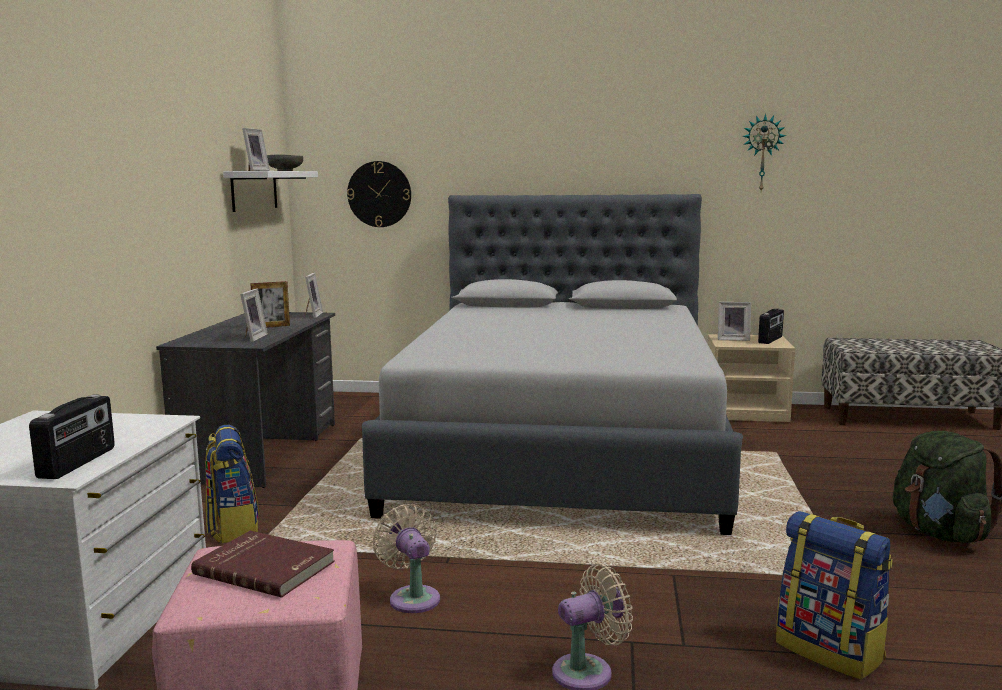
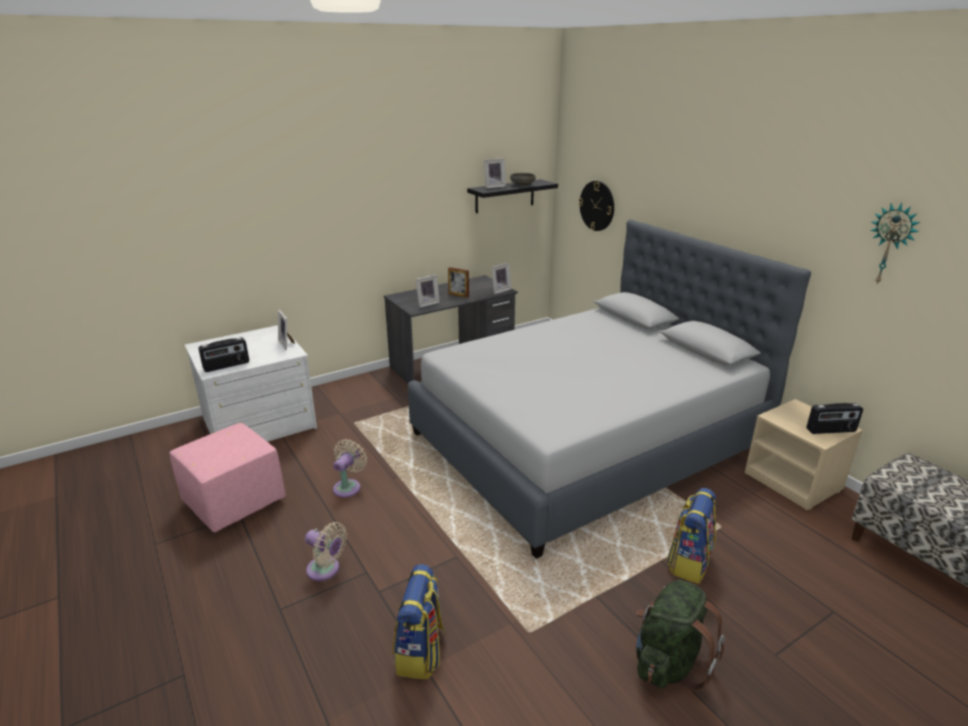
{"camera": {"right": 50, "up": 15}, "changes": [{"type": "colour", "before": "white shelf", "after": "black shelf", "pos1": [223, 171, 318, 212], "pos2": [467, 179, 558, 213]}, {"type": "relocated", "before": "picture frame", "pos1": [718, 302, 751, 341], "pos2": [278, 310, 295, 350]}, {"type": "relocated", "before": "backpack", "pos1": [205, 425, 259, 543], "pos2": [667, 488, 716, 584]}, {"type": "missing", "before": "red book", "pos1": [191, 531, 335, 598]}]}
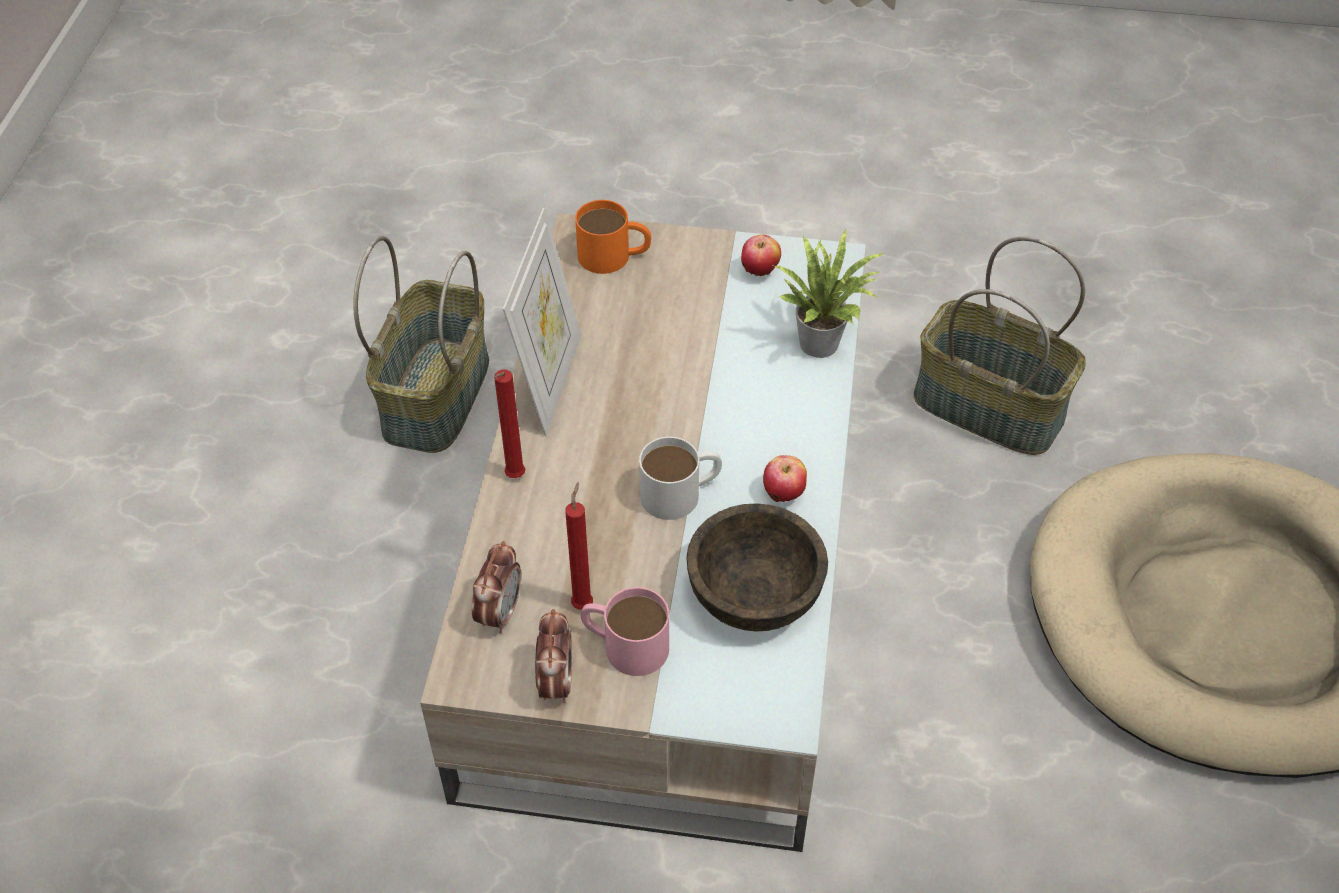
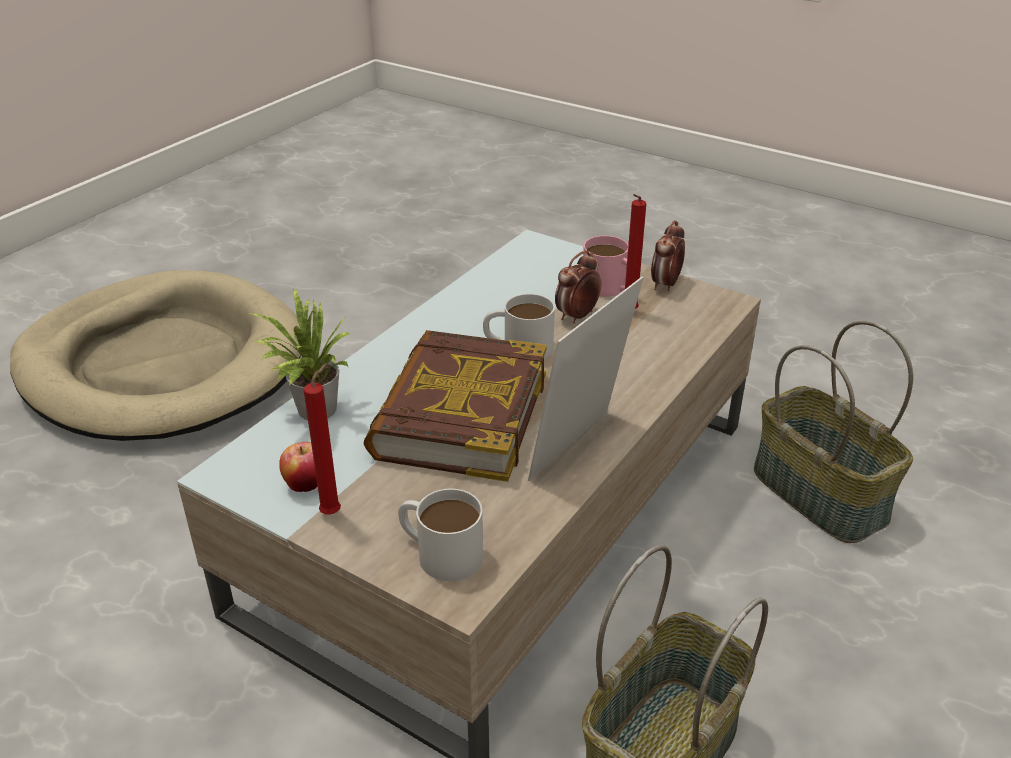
{"camera": {"right": -155, "up": -15}, "changes": [{"type": "colour", "before": "orange mug", "after": "white mug", "pos1": [575, 200, 651, 274], "pos2": [398, 489, 483, 581]}, {"type": "relocated", "before": "basket", "pos1": [914, 236, 1086, 455], "pos2": [754, 320, 913, 543]}, {"type": "relocated", "before": "red candle", "pos1": [494, 369, 525, 478], "pos2": [304, 363, 341, 514]}, {"type": "missing", "before": "apple", "pos1": [763, 455, 807, 502]}, {"type": "missing", "before": "brown bowl", "pos1": [686, 503, 828, 631]}, {"type": "relocated", "before": "alarm clock", "pos1": [472, 541, 521, 633], "pos2": [555, 250, 601, 323]}, {"type": "appeared", "after": "book", "pos2": [363, 330, 547, 482]}]}
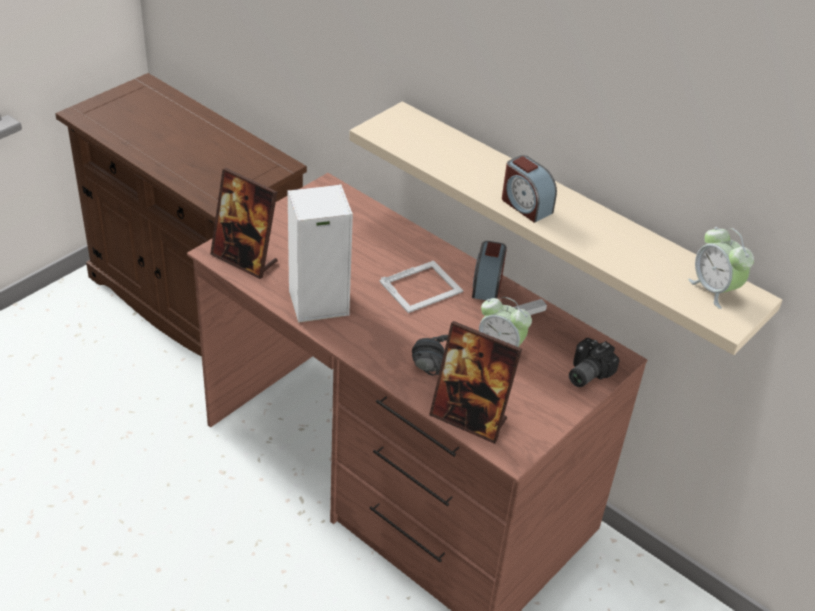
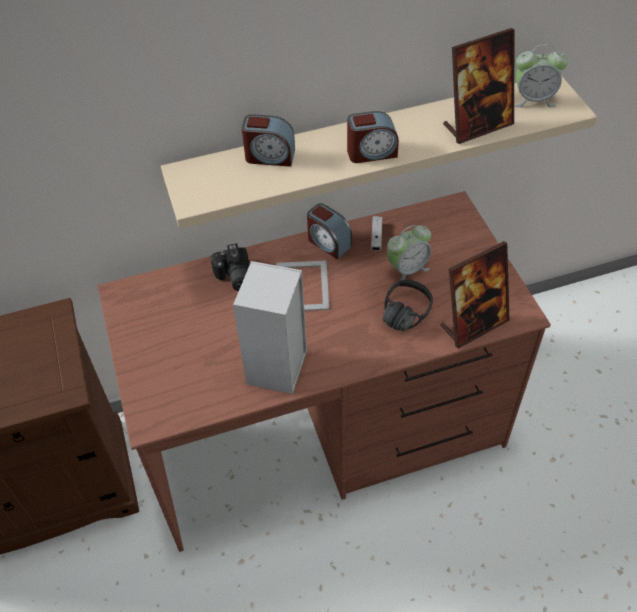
{"camera": {"right": -55, "up": 10}, "changes": [{"type": "relocated", "before": "picture frame", "pos1": [210, 168, 278, 279], "pos2": [443, 28, 514, 144]}, {"type": "relocated", "before": "photo camera", "pos1": [569, 338, 620, 387], "pos2": [211, 243, 249, 291]}, {"type": "appeared", "after": "alarm clock", "pos2": [242, 114, 295, 167]}]}
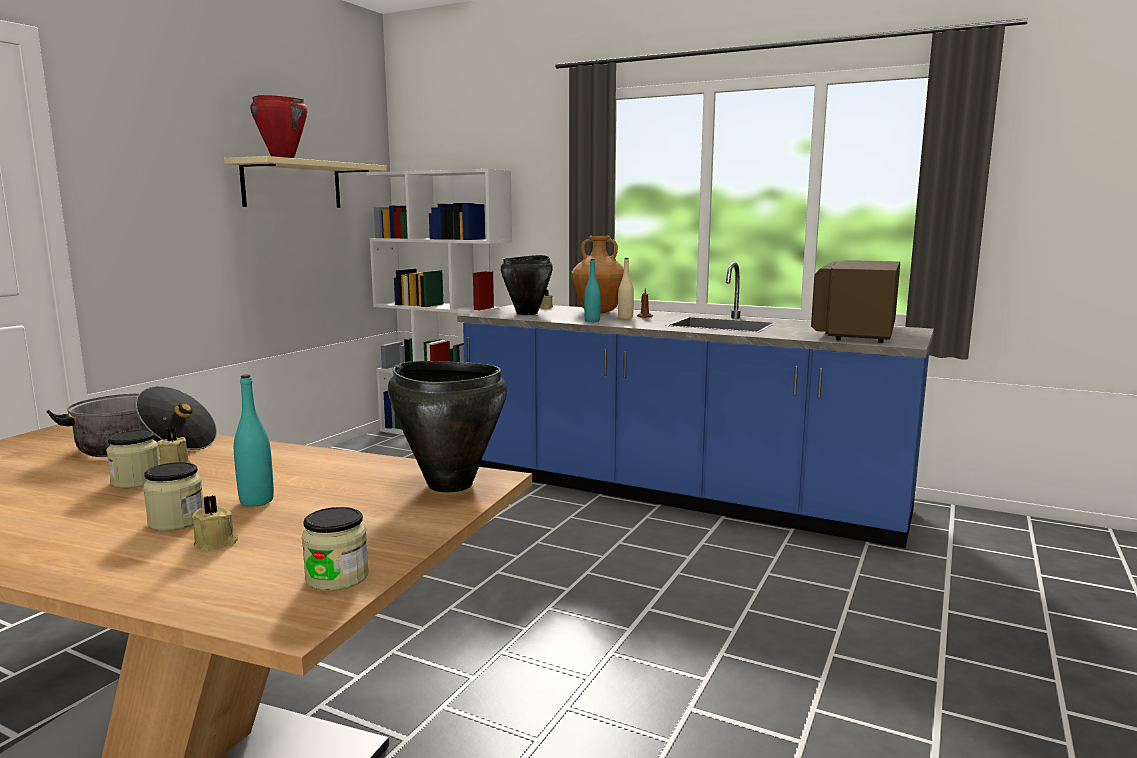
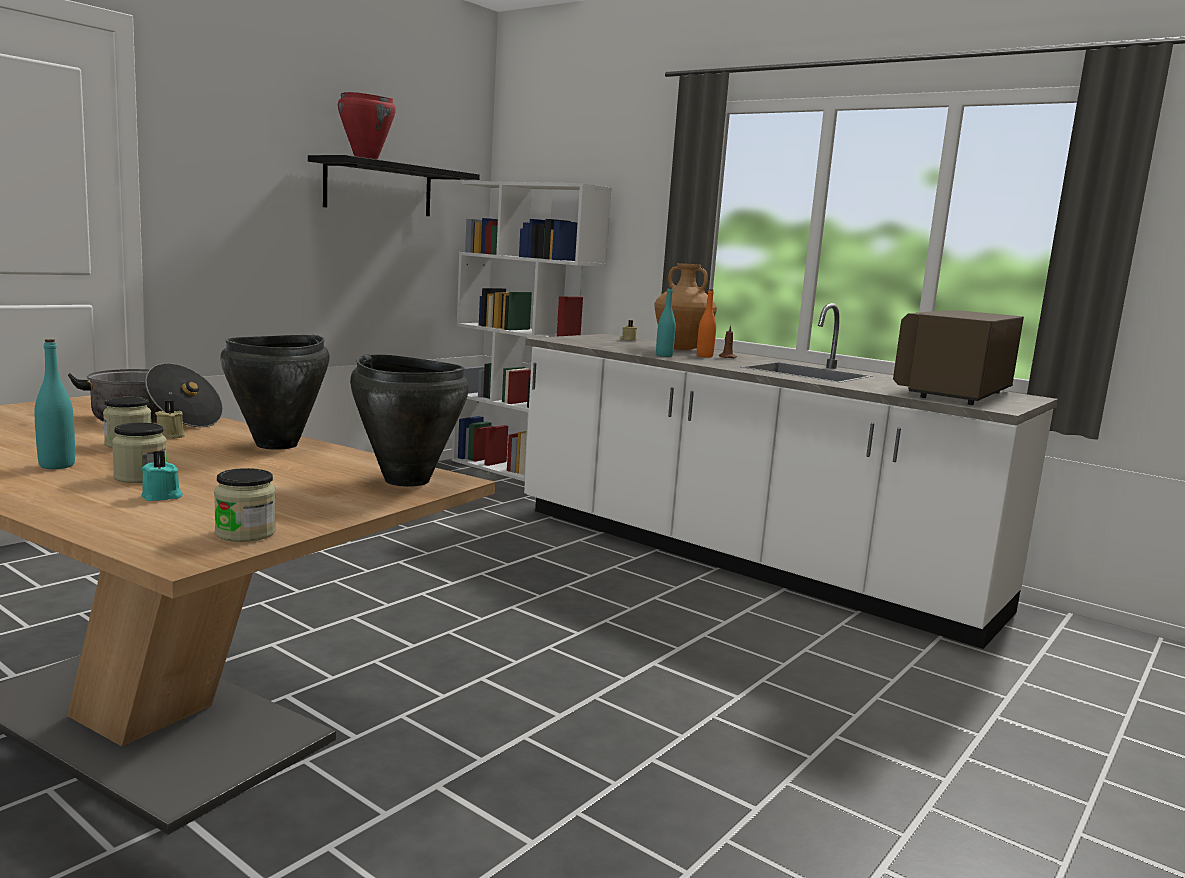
{"camera": {"right": 10, "up": 0}, "changes": [{"type": "colour", "before": "beige shelf", "after": "black shelf", "pos1": [224, 156, 387, 208], "pos2": [308, 155, 480, 216]}, {"type": "relocated", "before": "black cooking pot", "pos1": [501, 255, 553, 315], "pos2": [220, 335, 329, 450]}, {"type": "colour", "before": "beige bottle", "after": "orange bottle", "pos1": [618, 258, 634, 319], "pos2": [697, 289, 716, 358]}, {"type": "colour", "before": "blue counter", "after": "white counter", "pos1": [457, 262, 934, 549], "pos2": [524, 303, 1058, 649]}, {"type": "relocated", "before": "turquoise bottle", "pos1": [234, 374, 274, 507], "pos2": [34, 339, 75, 469]}, {"type": "colour", "before": "beige candle", "after": "turquoise candle", "pos1": [192, 495, 238, 552], "pos2": [141, 451, 183, 501]}]}
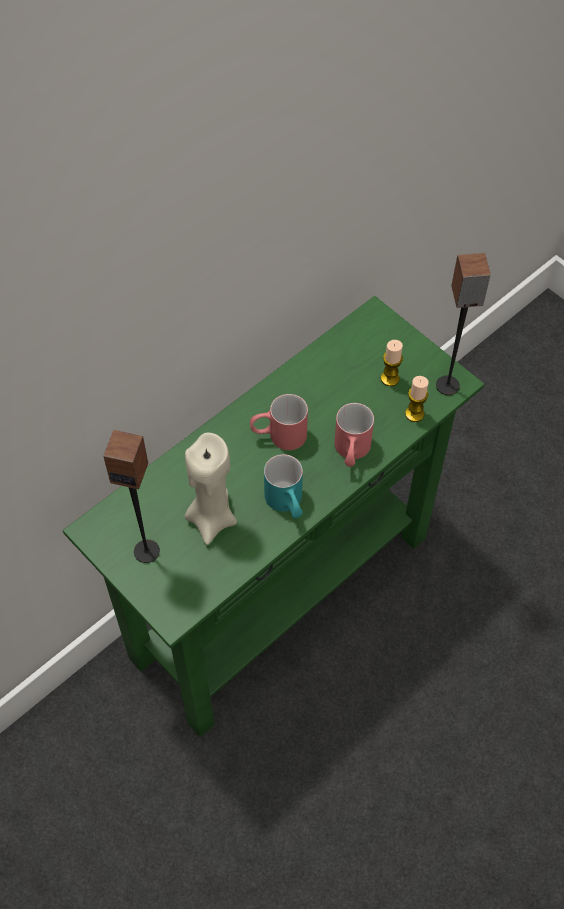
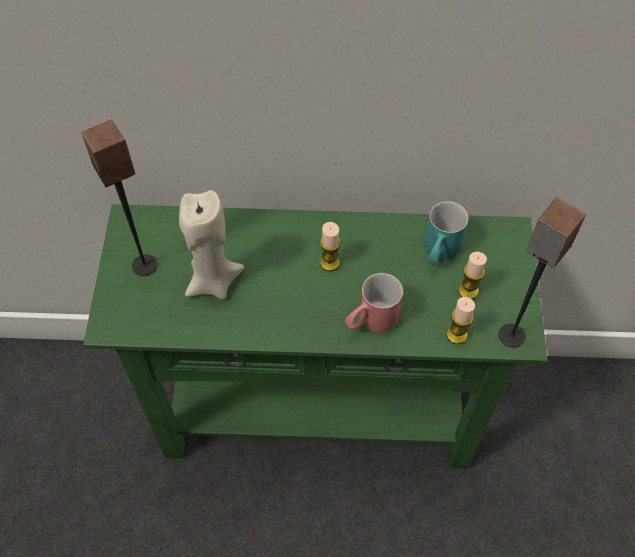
{"camera": {"right": 45, "up": 0}, "changes": [{"type": "exchanged", "before": "red mug", "after": "candle", "pos1": [250, 394, 308, 450], "pos2": [320, 222, 341, 271]}, {"type": "relocated", "before": "turquoise mug", "pos1": [264, 454, 303, 519], "pos2": [424, 201, 469, 265]}]}
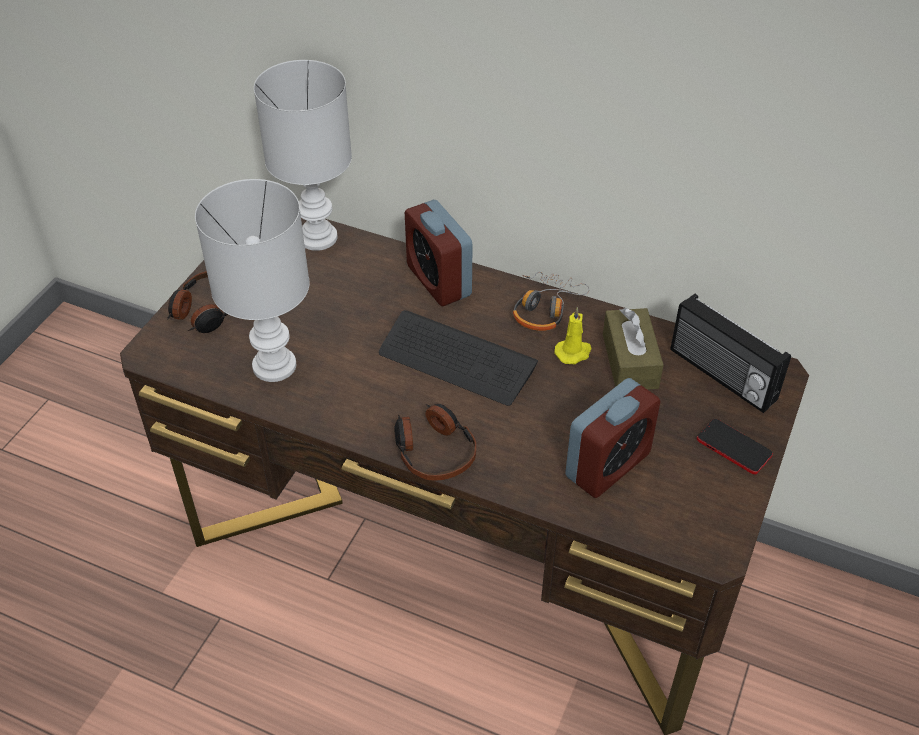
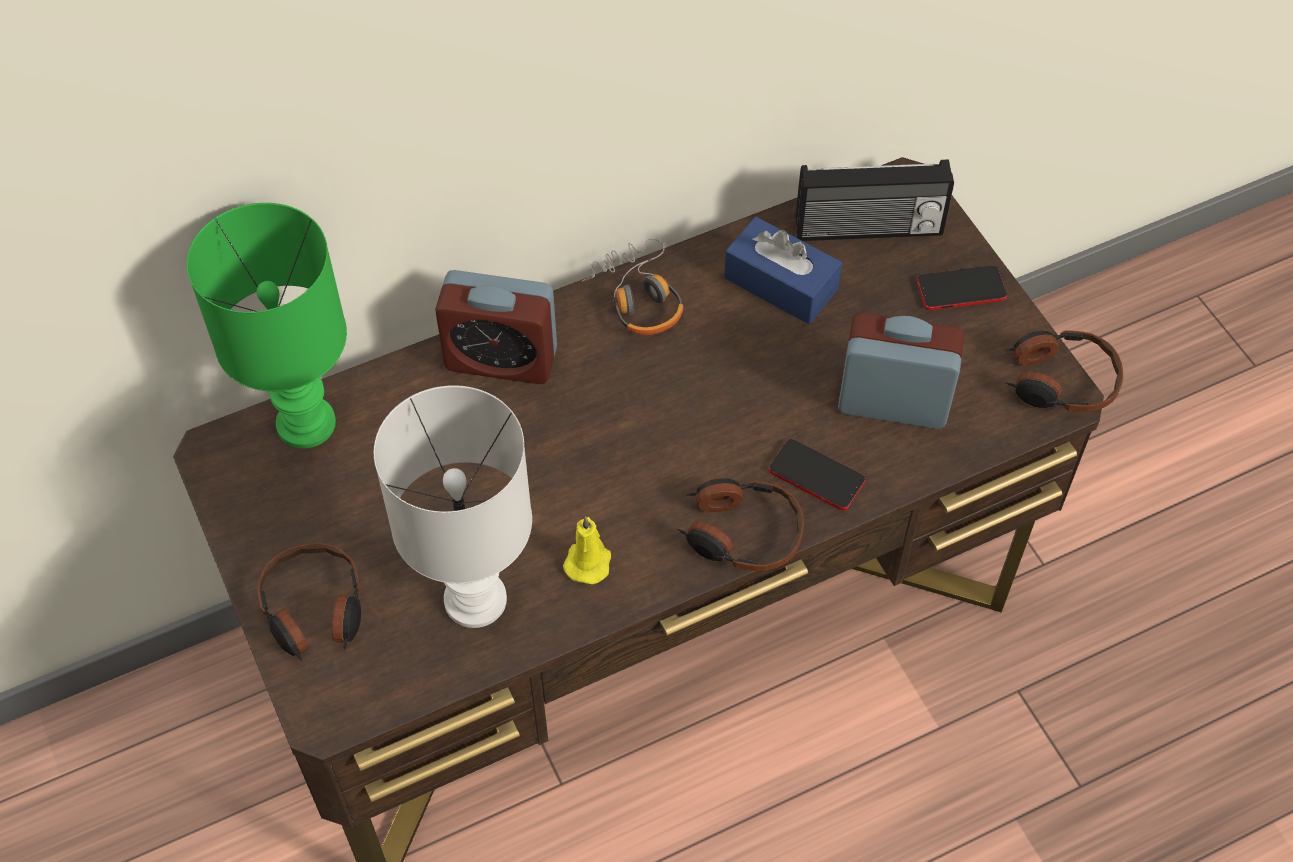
{"camera": {"right": -50, "up": 10}, "changes": [{"type": "colour", "before": "white table lamp", "after": "green table lamp", "pos1": [254, 60, 352, 251], "pos2": [186, 203, 347, 449]}, {"type": "relocated", "before": "yellow candle", "pos1": [554, 307, 592, 364], "pos2": [563, 516, 611, 584]}, {"type": "colour", "before": "brown tissue box", "after": "blue tissue box", "pos1": [603, 308, 664, 390], "pos2": [724, 217, 842, 324]}, {"type": "missing", "before": "keyboard", "pos1": [379, 310, 538, 406]}, {"type": "spun", "before": "alarm clock", "pos1": [565, 378, 661, 498], "pos2": [838, 313, 964, 429], "turn": -75}, {"type": "appeared", "after": "headphones", "pos2": [1004, 330, 1123, 412]}, {"type": "appeared", "after": "phone", "pos2": [769, 439, 866, 511]}]}
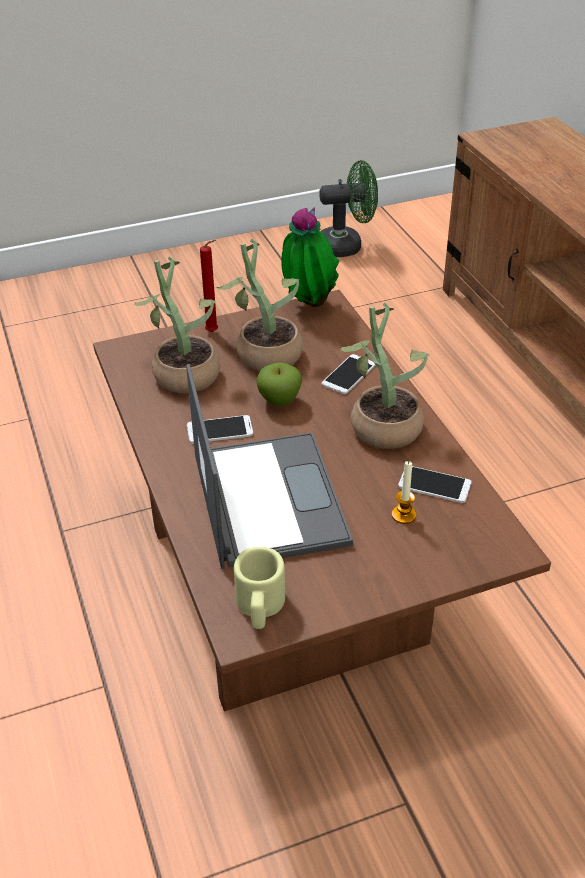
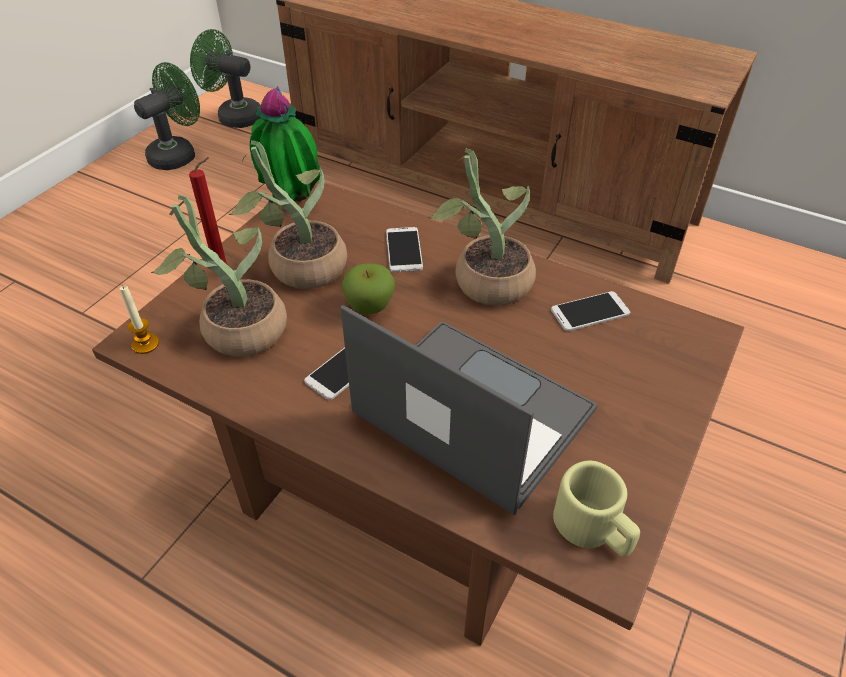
{"camera": {"right": -40, "up": 5}, "changes": [{"type": "relocated", "before": "candle", "pos1": [392, 461, 416, 524], "pos2": [120, 285, 159, 354]}, {"type": "appeared", "after": "green fan", "pos2": [190, 29, 261, 128]}]}
